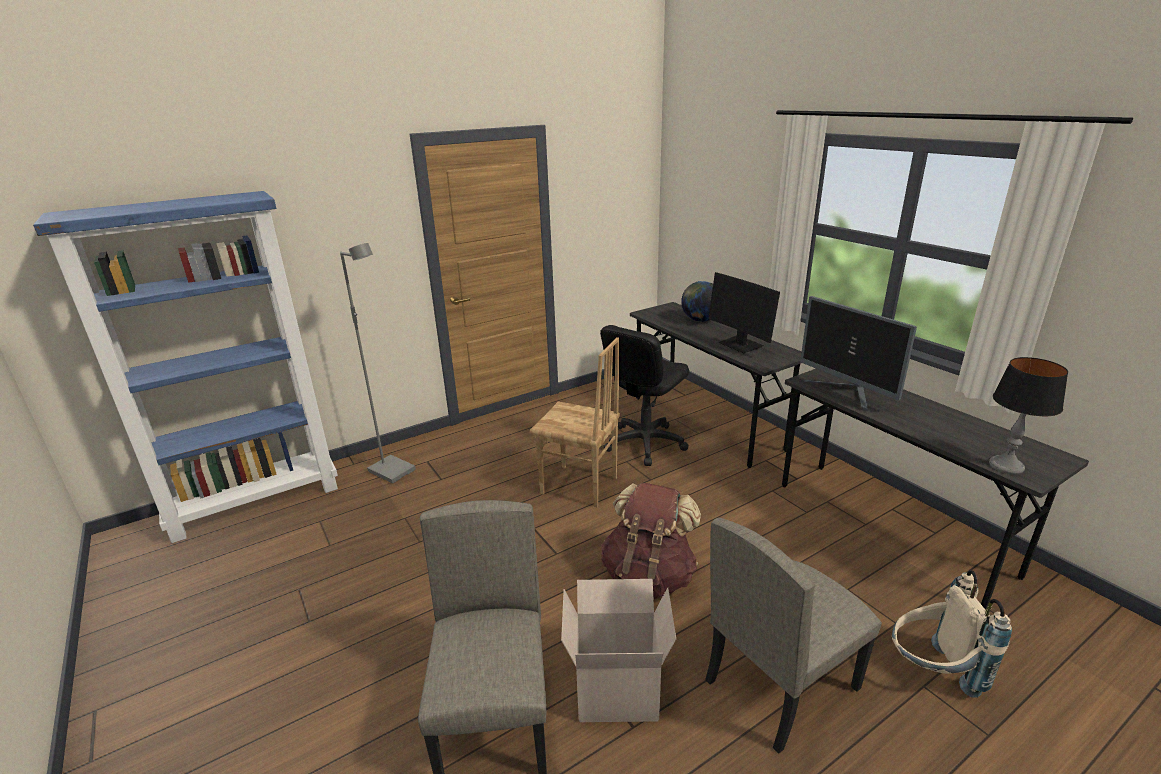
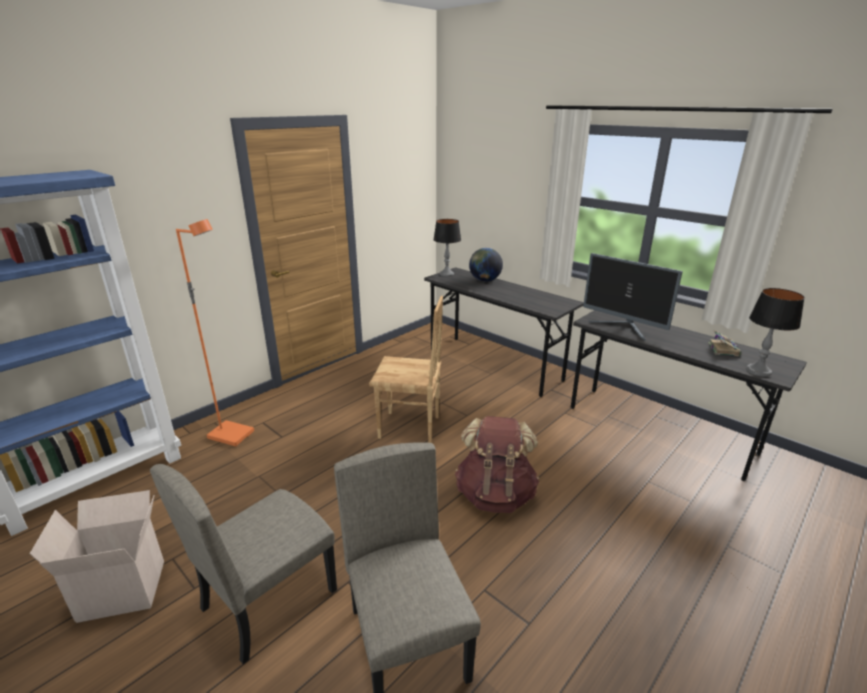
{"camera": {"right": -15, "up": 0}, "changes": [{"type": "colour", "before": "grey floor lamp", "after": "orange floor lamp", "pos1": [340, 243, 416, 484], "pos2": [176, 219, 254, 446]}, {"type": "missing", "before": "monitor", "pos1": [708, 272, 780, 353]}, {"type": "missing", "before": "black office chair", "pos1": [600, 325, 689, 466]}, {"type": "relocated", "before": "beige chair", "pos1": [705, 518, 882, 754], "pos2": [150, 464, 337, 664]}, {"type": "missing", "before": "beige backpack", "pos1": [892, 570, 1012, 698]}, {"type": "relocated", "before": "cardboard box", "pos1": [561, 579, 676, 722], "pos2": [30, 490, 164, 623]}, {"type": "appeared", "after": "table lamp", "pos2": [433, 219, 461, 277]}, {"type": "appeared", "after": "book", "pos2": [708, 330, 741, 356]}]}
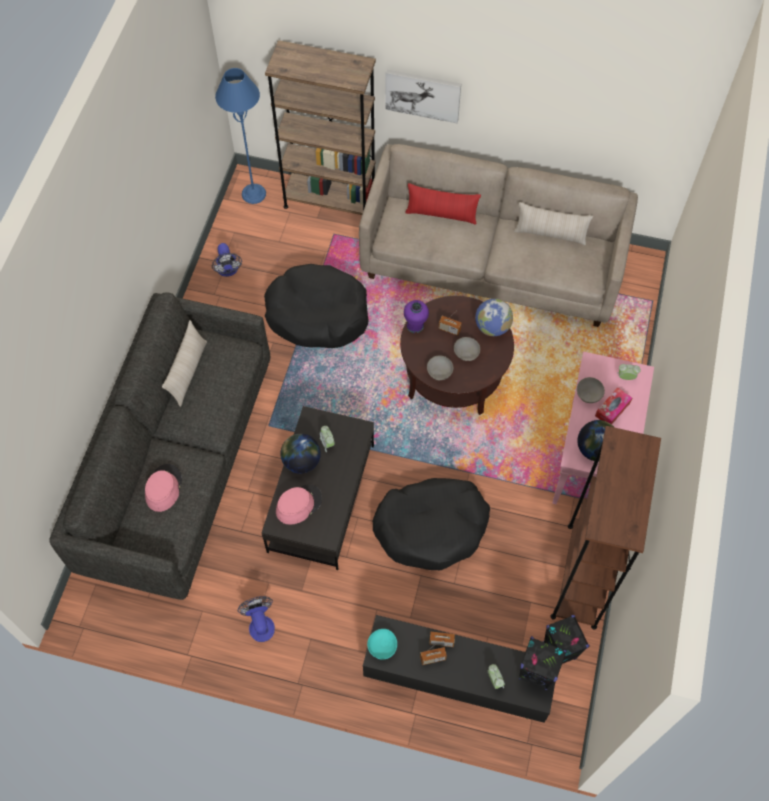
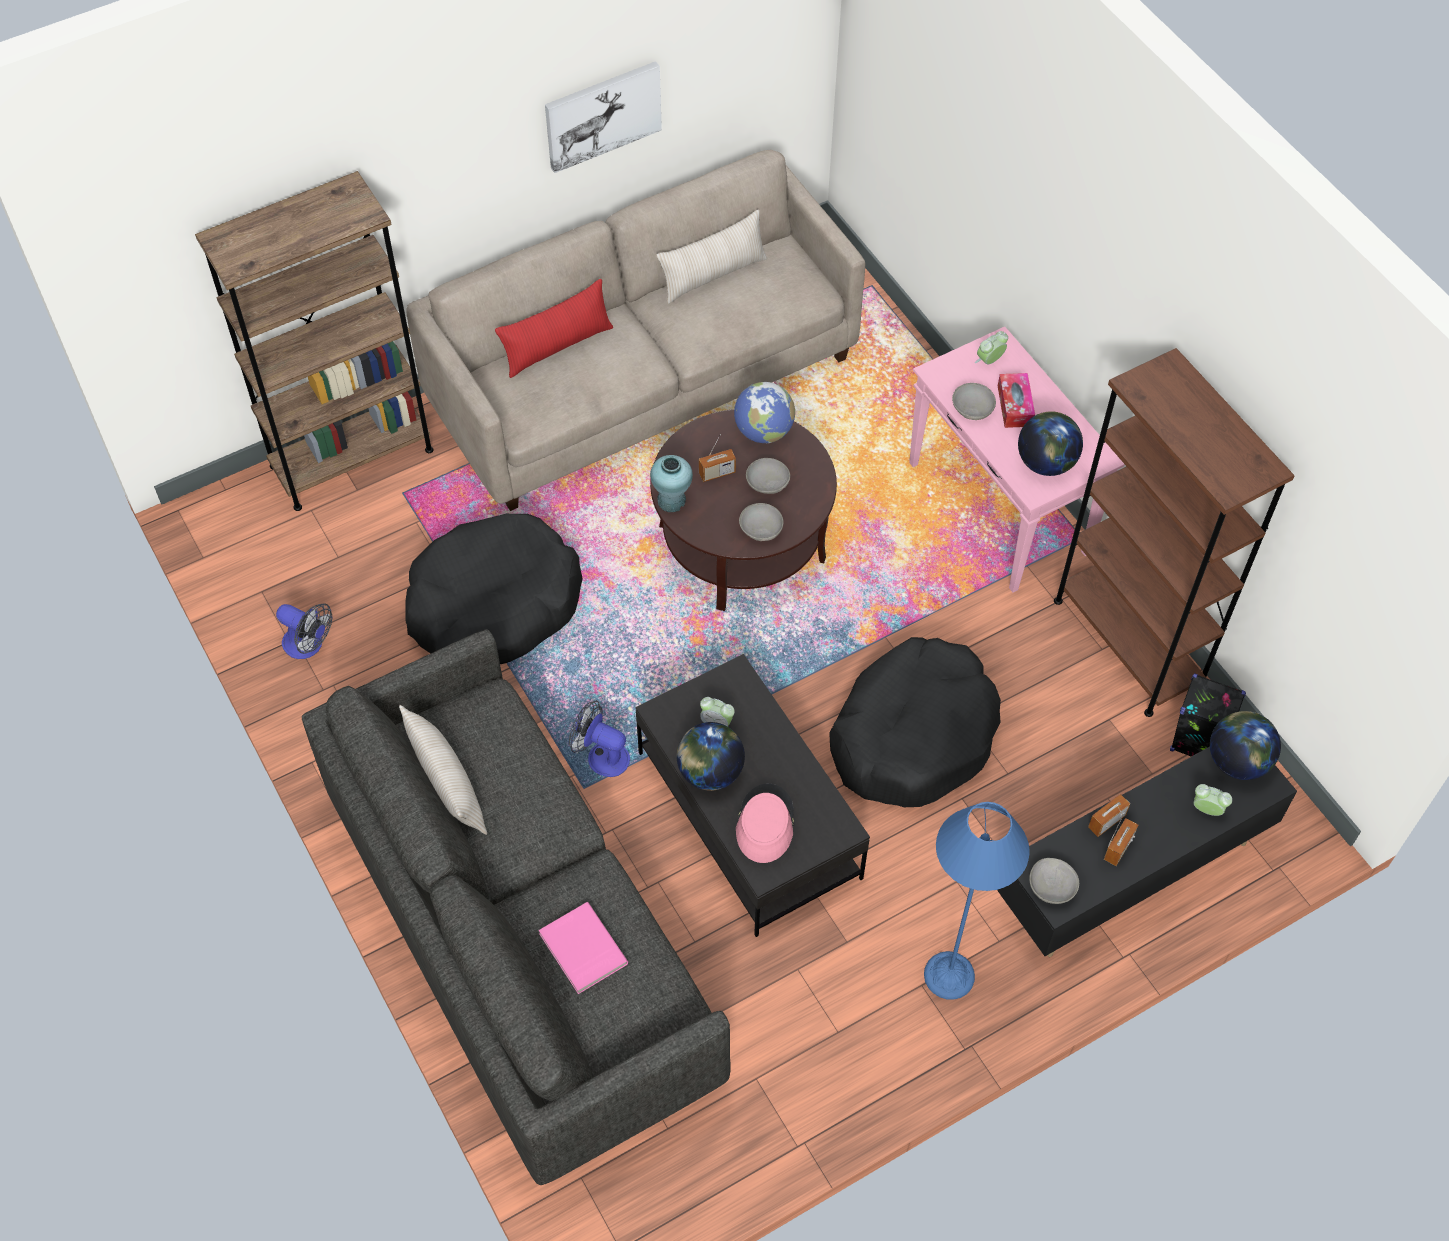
{"camera": {"right": -45, "up": -5}, "changes": [{"type": "relocated", "before": "blue floor lamp", "pos1": [215, 68, 266, 204], "pos2": [924, 802, 1029, 1000]}, {"type": "relocated", "before": "picture", "pos1": [385, 70, 461, 123], "pos2": [545, 61, 662, 173]}, {"type": "colour", "before": "purple vase", "after": "turquoise vase", "pos1": [404, 300, 429, 333], "pos2": [650, 455, 693, 512]}, {"type": "exchanged", "before": "pink hat", "after": "pink book", "pos1": [145, 464, 182, 512], "pos2": [539, 902, 628, 994]}, {"type": "relocated", "before": "fan", "pos1": [237, 596, 275, 642], "pos2": [569, 700, 630, 777]}, {"type": "colour", "before": "turquoise bowl", "after": "grey bowl", "pos1": [367, 629, 397, 660], "pos2": [1029, 858, 1079, 904]}, {"type": "exchanged", "before": "black speaker", "after": "globe", "pos1": [519, 636, 567, 690], "pos2": [1210, 711, 1281, 780]}]}
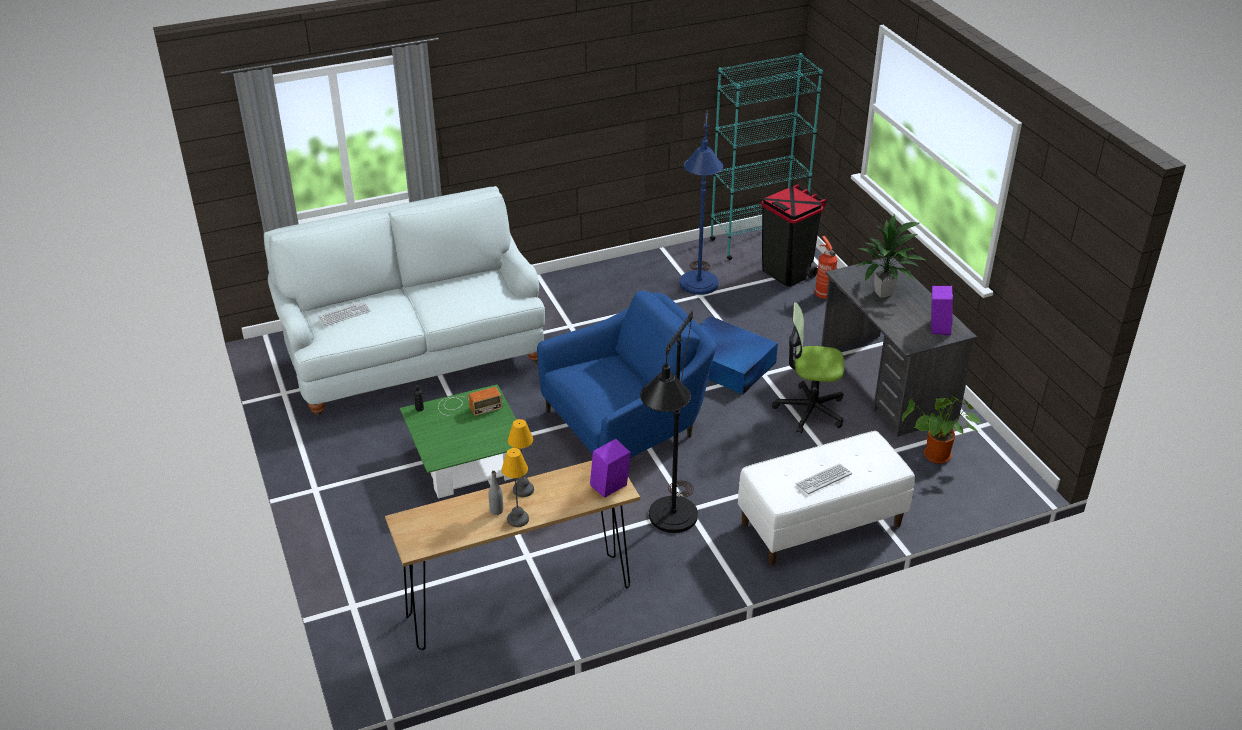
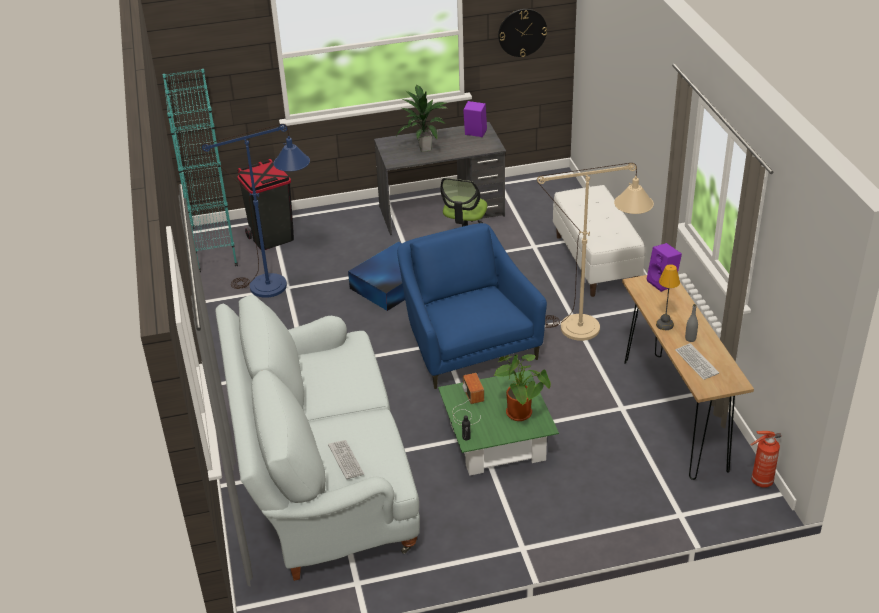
{"camera": {"right": -80, "up": 0}, "changes": [{"type": "relocated", "before": "fire extinguisher", "pos1": [815, 236, 837, 299], "pos2": [751, 431, 781, 488]}, {"type": "colour", "before": "black floor lamp", "after": "beige floor lamp", "pos1": [640, 311, 698, 533], "pos2": [537, 163, 654, 341]}, {"type": "relocated", "before": "potted plant", "pos1": [902, 394, 981, 464], "pos2": [493, 354, 551, 421]}, {"type": "missing", "before": "table lamp", "pos1": [502, 448, 529, 527]}, {"type": "relocated", "before": "keyboard", "pos1": [796, 464, 852, 494], "pos2": [675, 343, 719, 380]}, {"type": "appeared", "after": "wall clock", "pos2": [498, 9, 547, 57]}]}
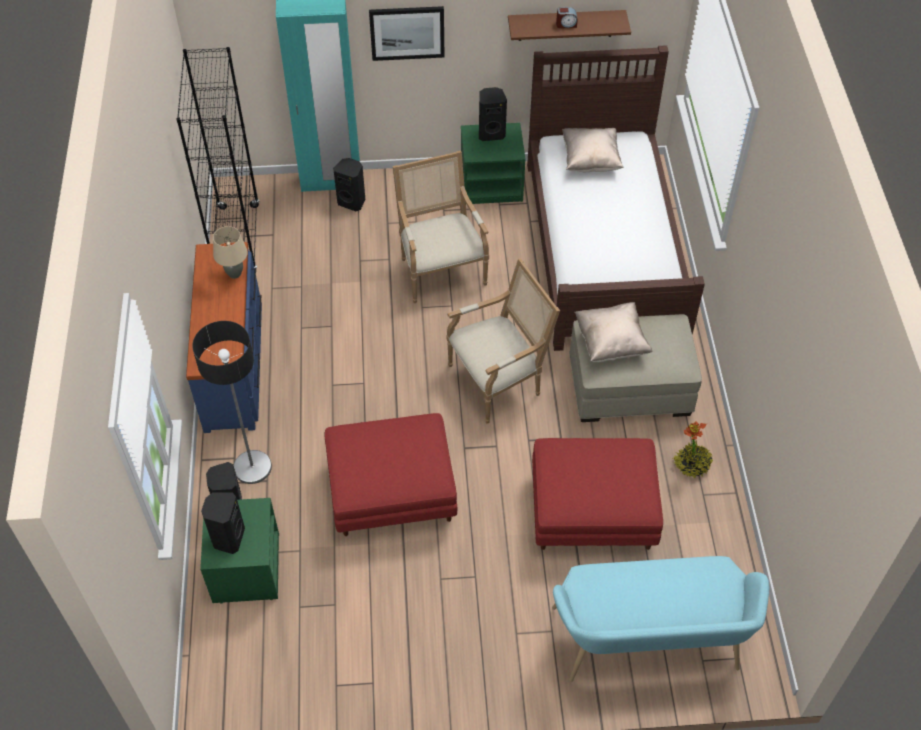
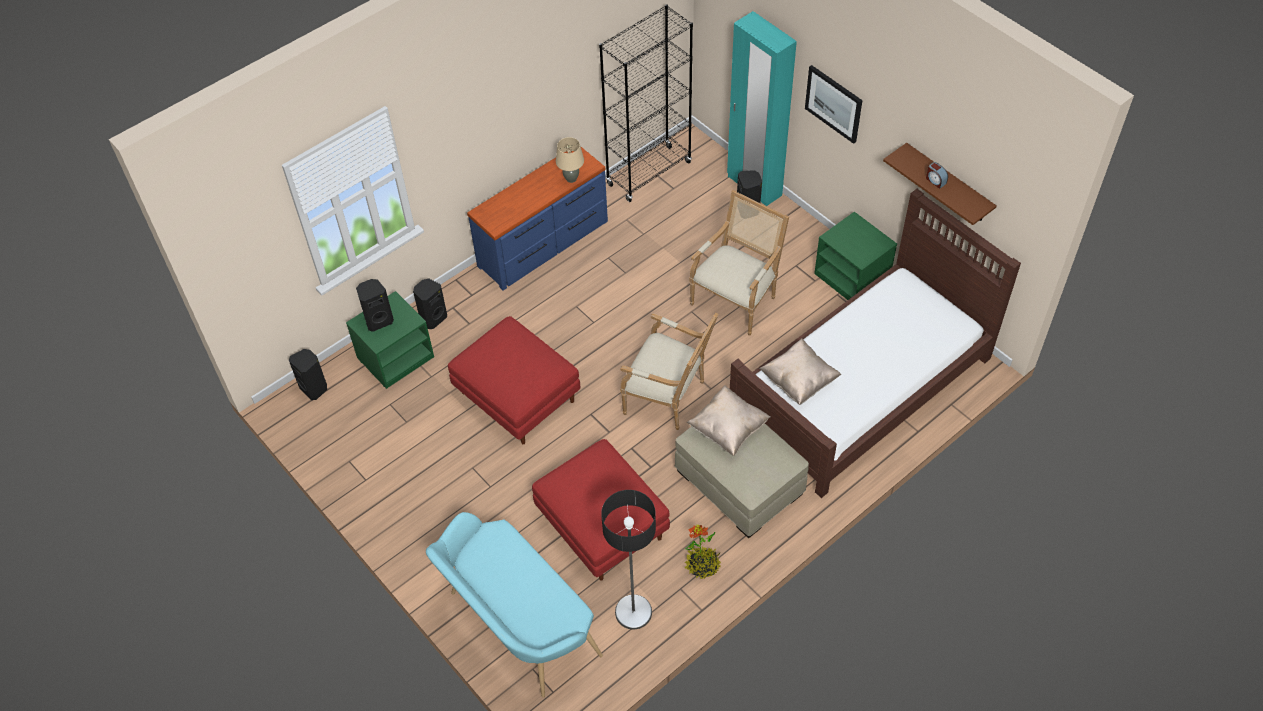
{"camera": {"right": 55, "up": 0}, "changes": [{"type": "relocated", "before": "black speaker", "pos1": [479, 87, 507, 141], "pos2": [289, 349, 327, 400]}, {"type": "relocated", "before": "beige pillow", "pos1": [562, 128, 624, 172], "pos2": [759, 339, 841, 405]}, {"type": "relocated", "before": "floor lamp", "pos1": [192, 321, 272, 484], "pos2": [601, 490, 656, 629]}]}
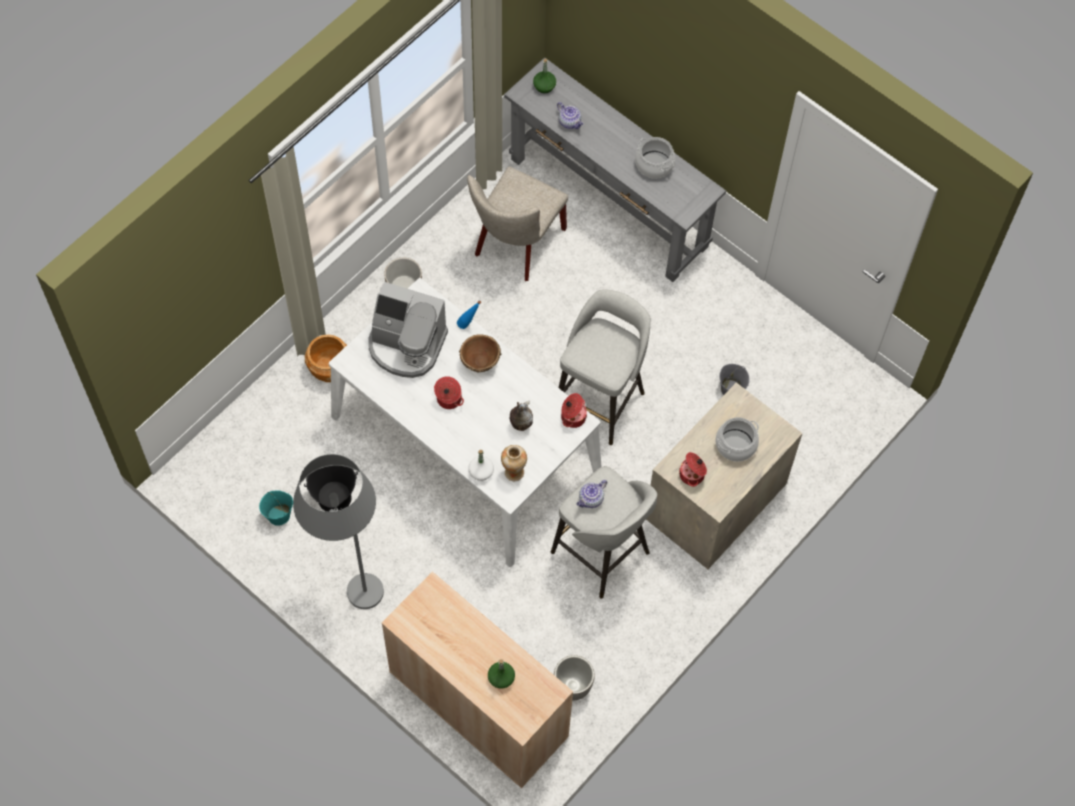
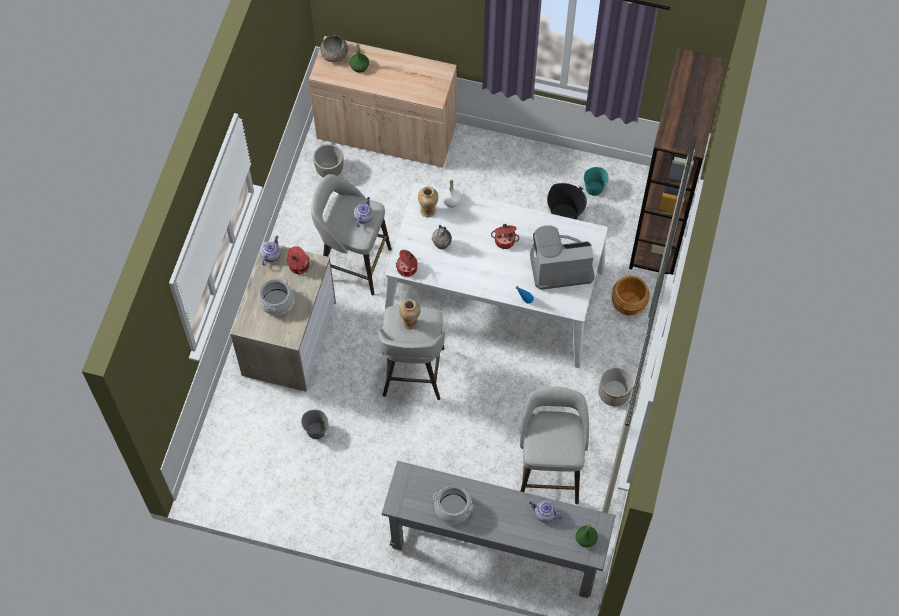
{"camera": {"right": 155, "up": 0}, "changes": [{"type": "exchanged", "before": "beige chair", "after": "grey stool", "pos1": [467, 166, 568, 281], "pos2": [520, 387, 589, 504]}, {"type": "missing", "before": "brown bowl", "pos1": [459, 334, 501, 373]}, {"type": "missing", "before": "grey floor lamp", "pos1": [293, 454, 384, 609]}, {"type": "appeared", "after": "grey bowl", "pos2": [320, 35, 348, 62]}, {"type": "appeared", "after": "brown bookcase", "pos2": [629, 48, 727, 275]}, {"type": "appeared", "after": "teapot", "pos2": [260, 236, 281, 265]}, {"type": "appeared", "after": "vase", "pos2": [399, 299, 420, 330]}]}
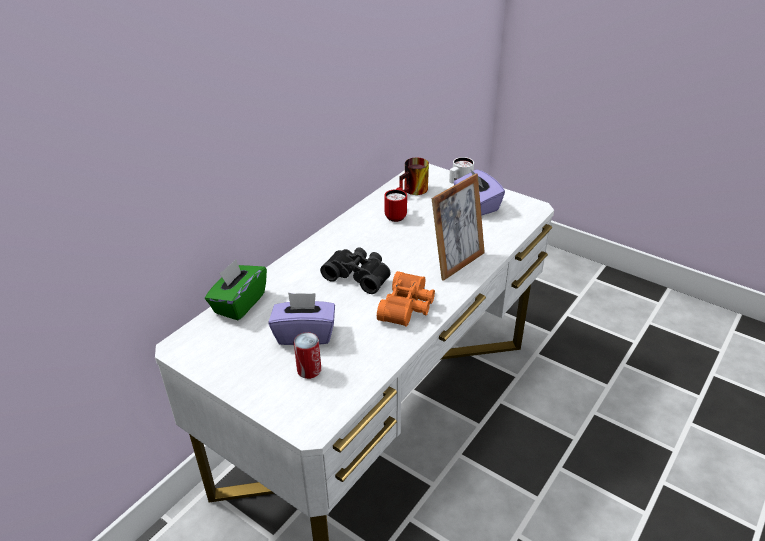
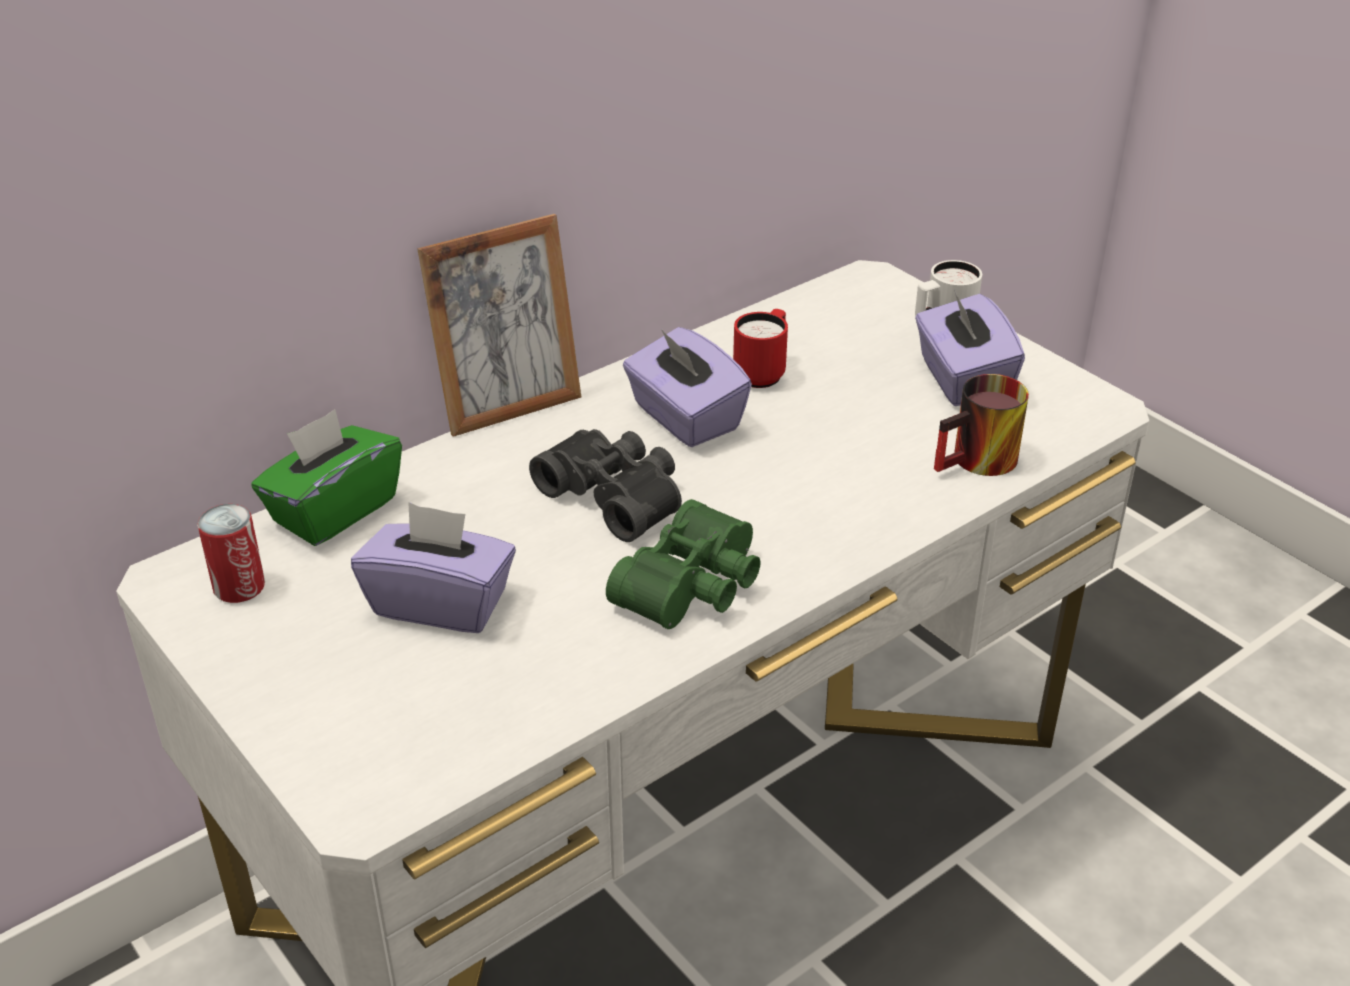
{"camera": {"right": 15, "up": 0}, "changes": [{"type": "relocated", "before": "mug", "pos1": [399, 158, 429, 195], "pos2": [934, 374, 1029, 476]}, {"type": "relocated", "before": "picture frame", "pos1": [431, 174, 485, 281], "pos2": [417, 214, 581, 437]}, {"type": "colour", "before": "orange binoculars", "after": "green binoculars", "pos1": [377, 271, 435, 327], "pos2": [606, 499, 761, 629]}, {"type": "relocated", "before": "can", "pos1": [294, 332, 321, 379], "pos2": [197, 504, 265, 603]}, {"type": "appeared", "after": "purple tissue box", "pos2": [623, 327, 752, 447]}]}
